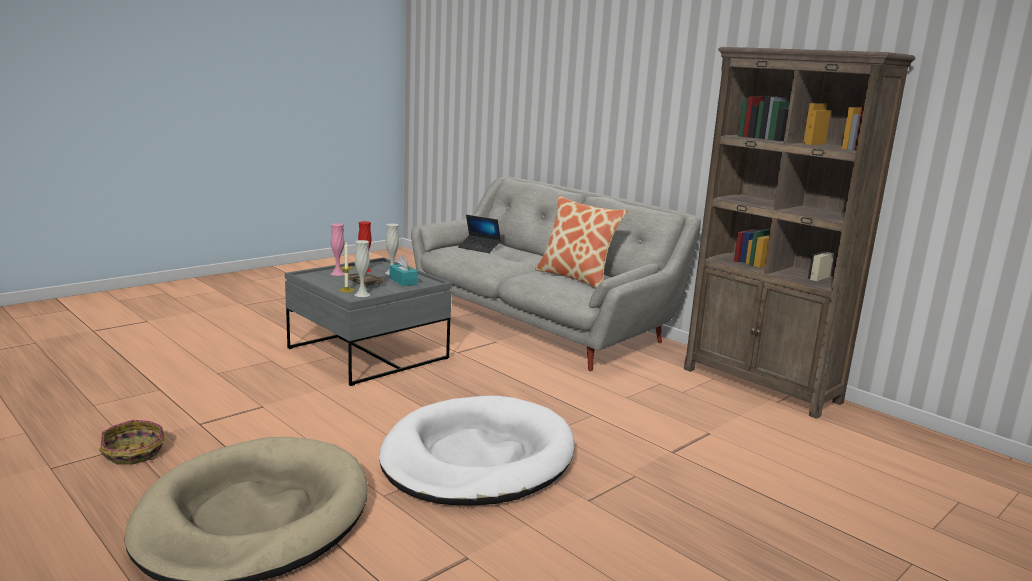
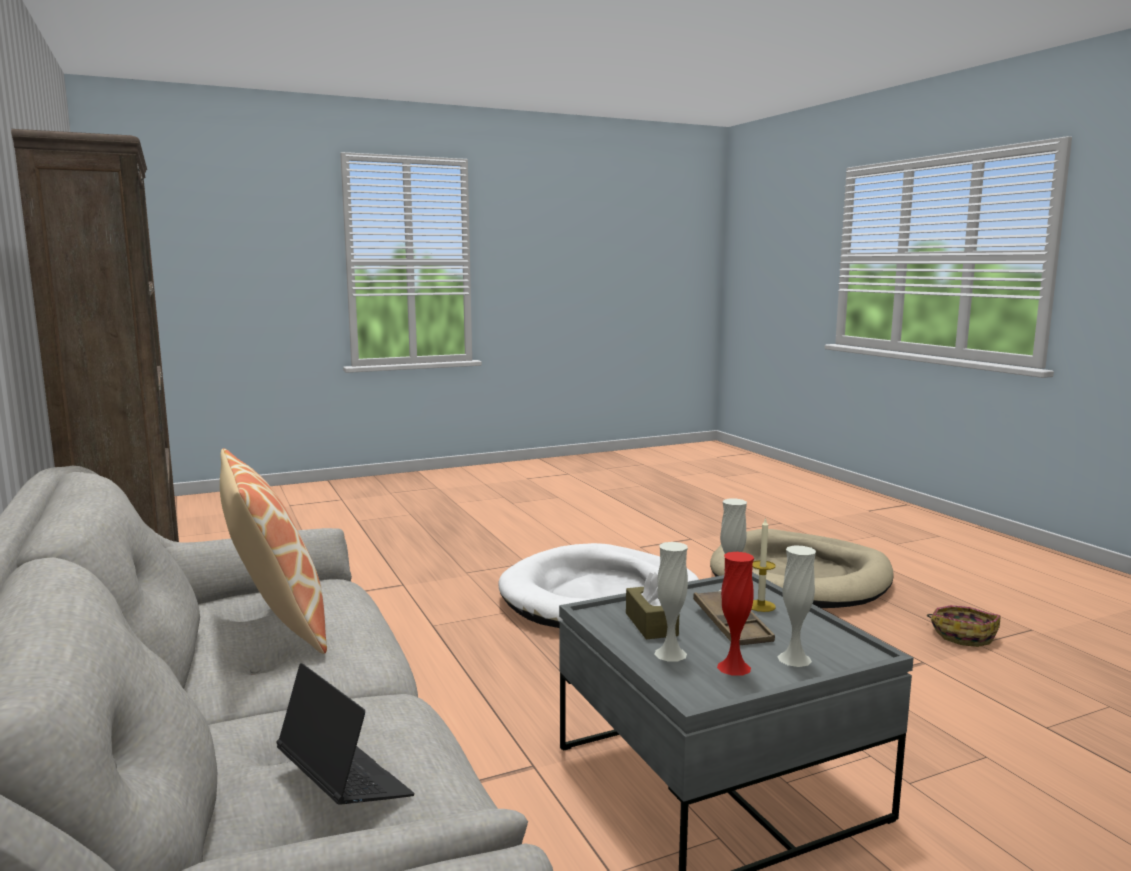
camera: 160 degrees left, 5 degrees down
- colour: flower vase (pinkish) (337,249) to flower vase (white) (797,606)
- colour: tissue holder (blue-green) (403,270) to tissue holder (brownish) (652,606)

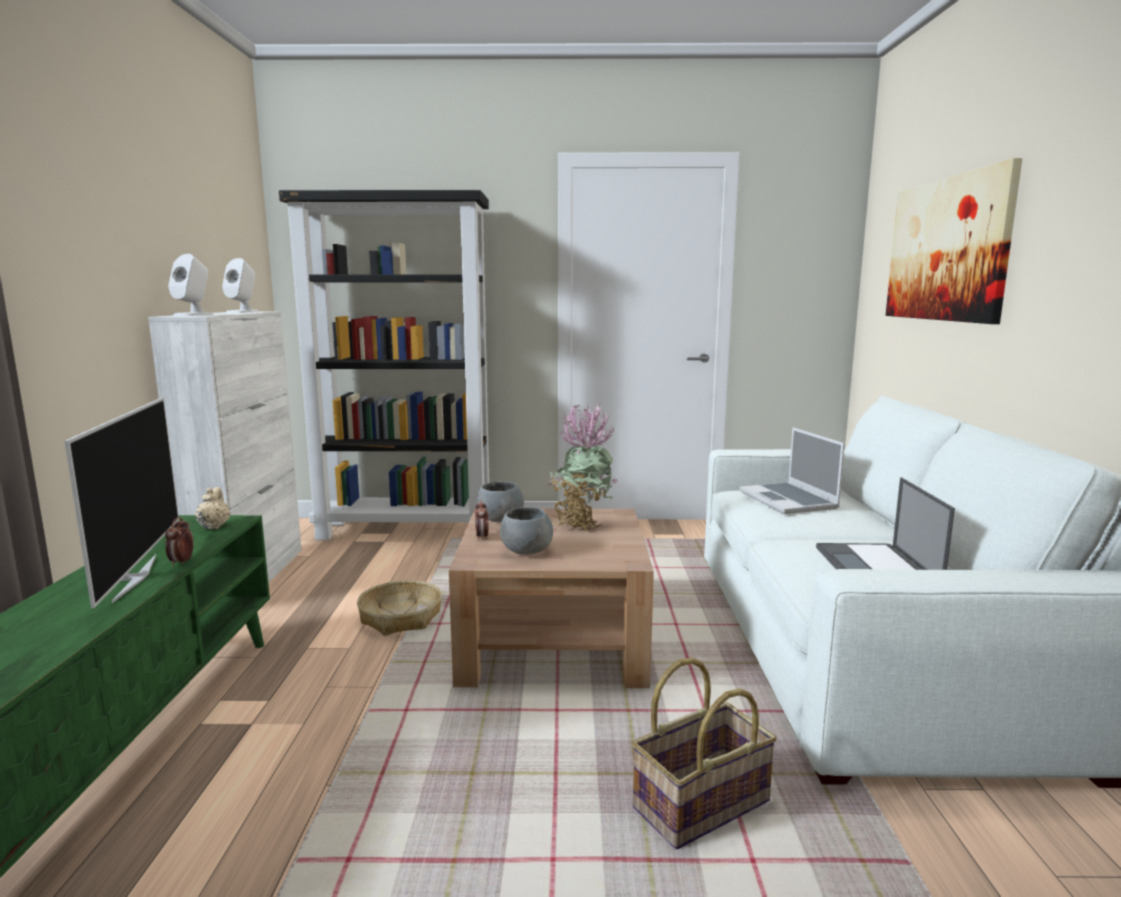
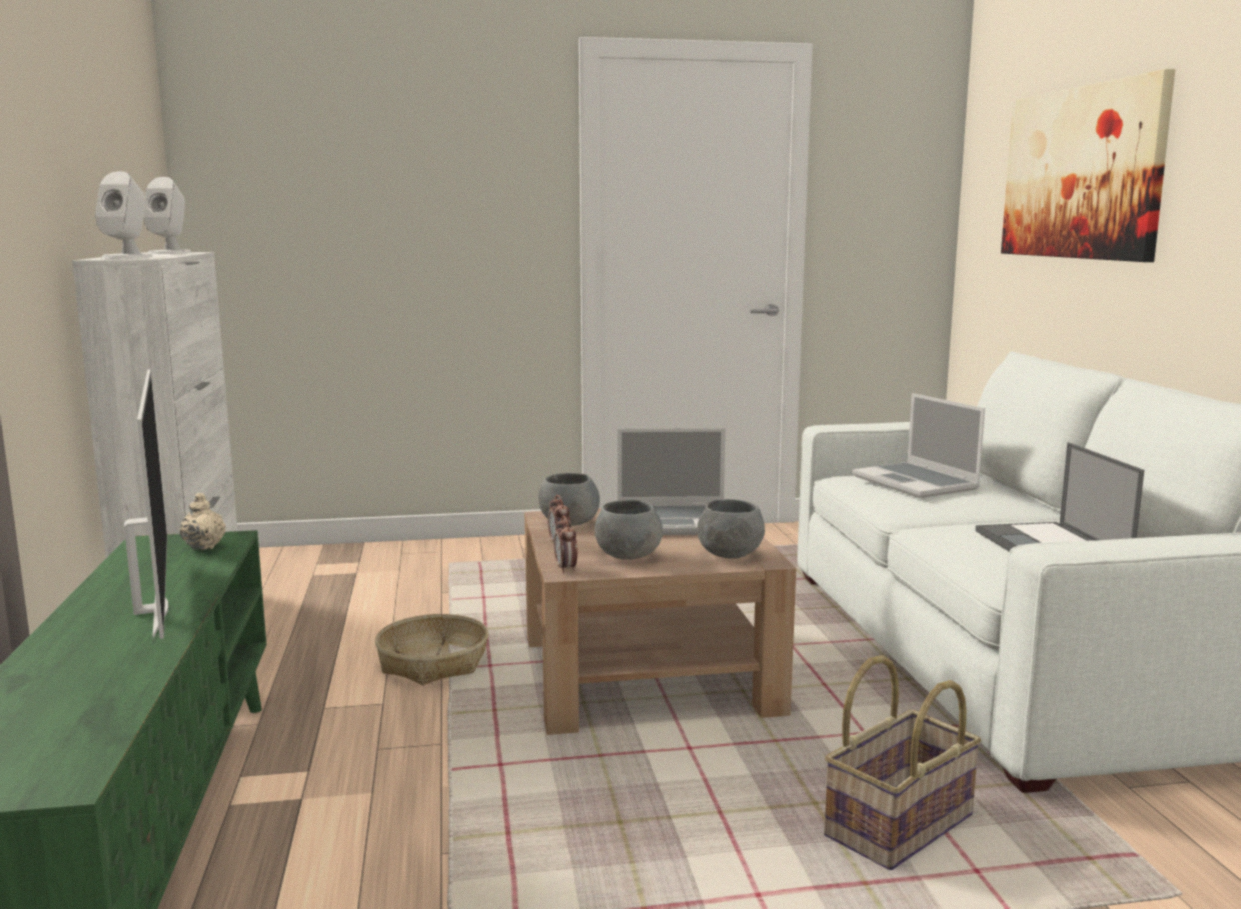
camera: 10 degrees left, 0 degrees up
- relocated: bedside clock (179,542) to (566,544)
- missing: bookshelf (black-coloured) (384,365)
- exchanged: potted plant (583,467) to notebook computer (671,481)
- appeared: serving bowl (greyish) (731,528)

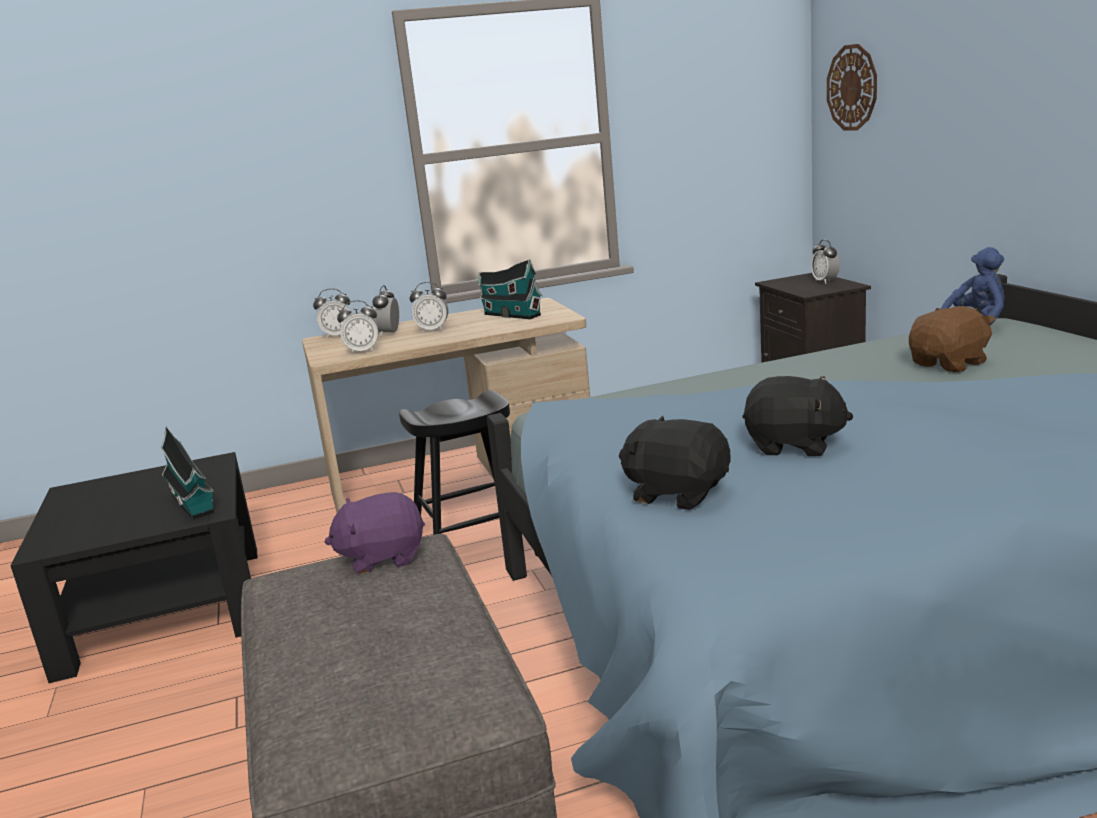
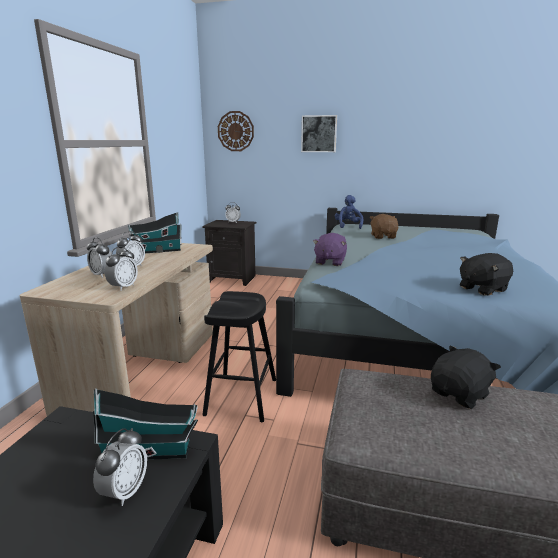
camera: 60 degrees left, 0 degrees up
- relocated: bedside clock (332,313) to (120,467)
- relocated: cuddly toy (purple-coloured) (375,533) to (330,249)
- relocated: cuddly toy (black-coloured) (797,416) to (466,377)
- appeared: picture (319,133)

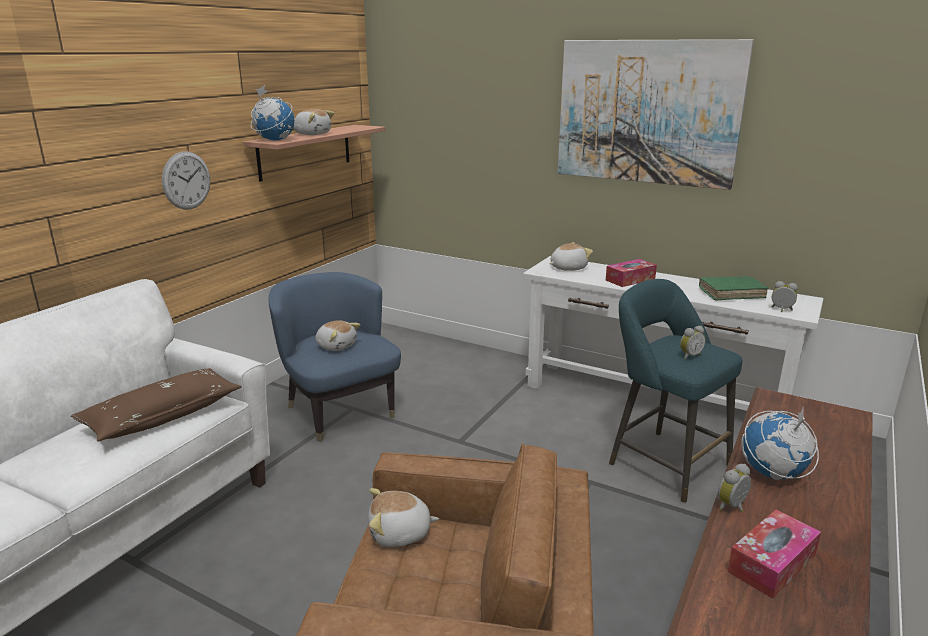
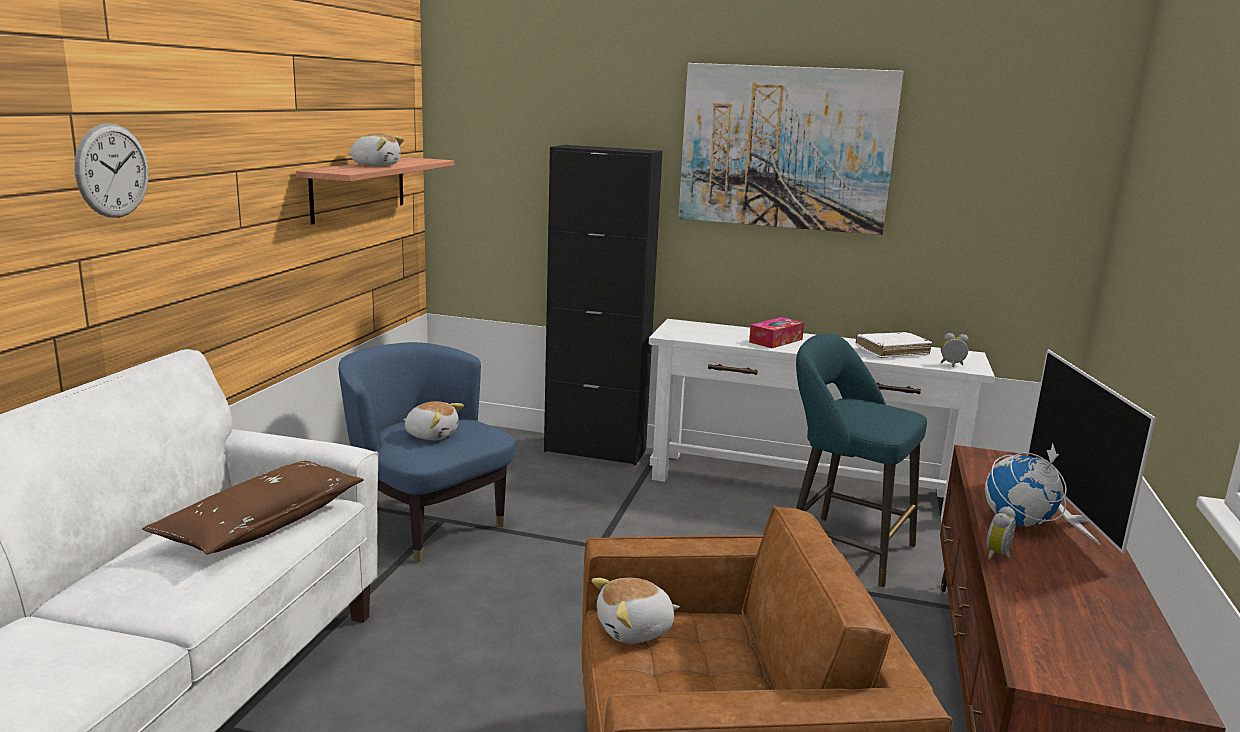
camera: 15 degrees left, 5 degrees down
- relocated: clock on the wall (186,181) to (111,170)
- missing: globe (272,113)
- missing: cuddly toy (571,256)
- missing: bedside clock (693,342)
- colour: book (green-coloured) (733,288) to book (white) (893,345)
- missing: tissue holder (774,554)
- appeared: storage cabinet (black-coloured) (603,305)
- appeared: TV set (1091,451)

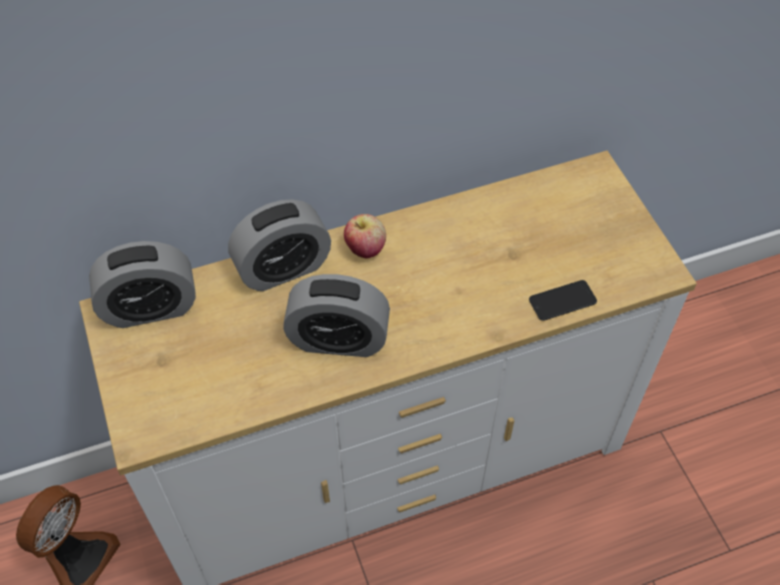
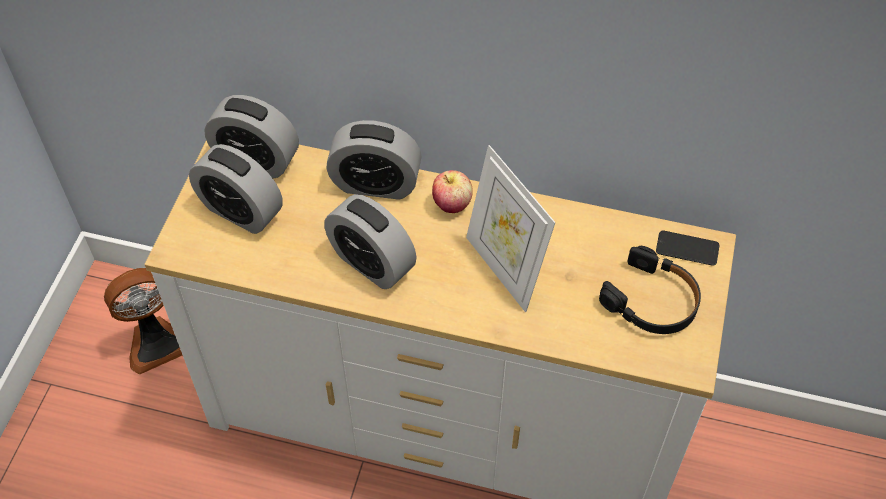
camera: 35 degrees right, 0 degrees up
- relocated: handset (563,300) to (687,248)
- appeared: bedside clock (236,189)
- appeared: picture frame (511,228)
- appeared: headset (black-coloured) (650,290)

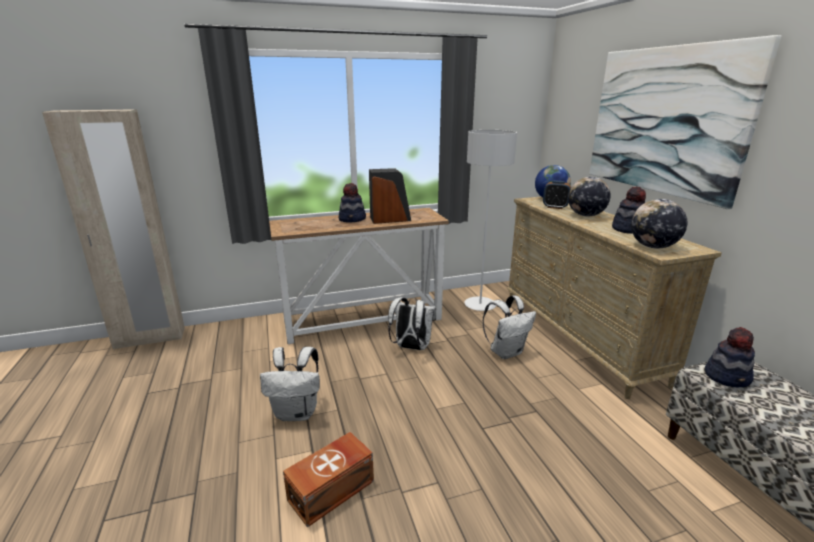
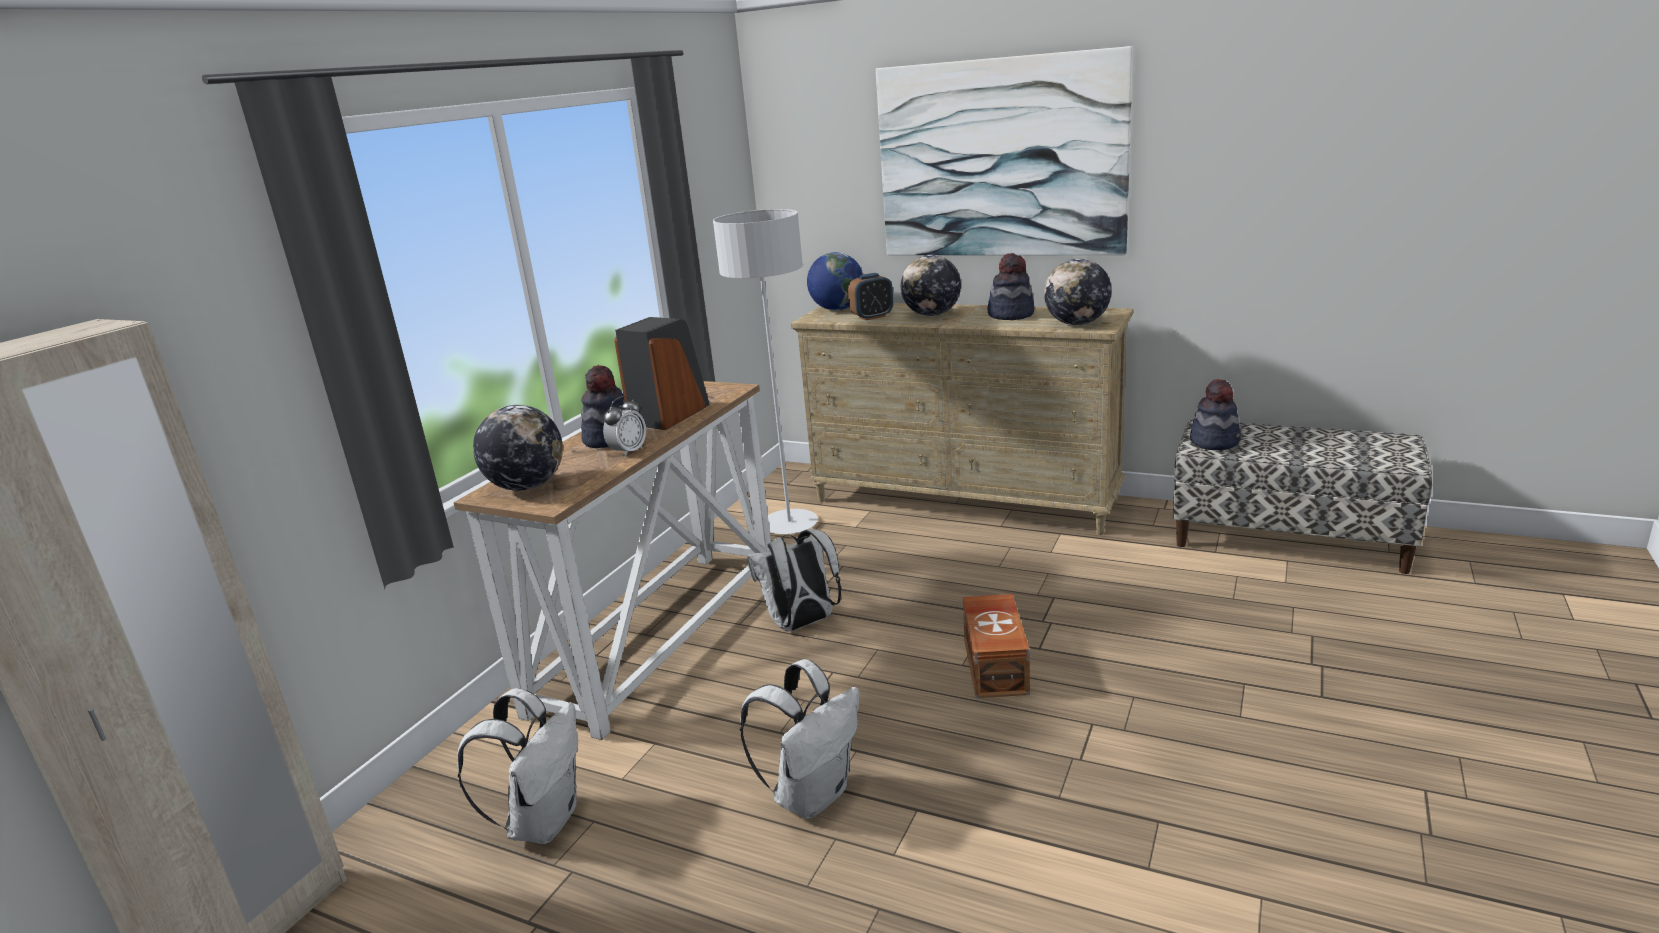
camera: 45 degrees left, 0 degrees up
- relocated: storage bin (brownish) (328,480) to (996,646)
- relocated: rucksack (white) (509,327) to (517,766)
- appeared: globe (518,448)
- appeared: bedside clock (624,426)

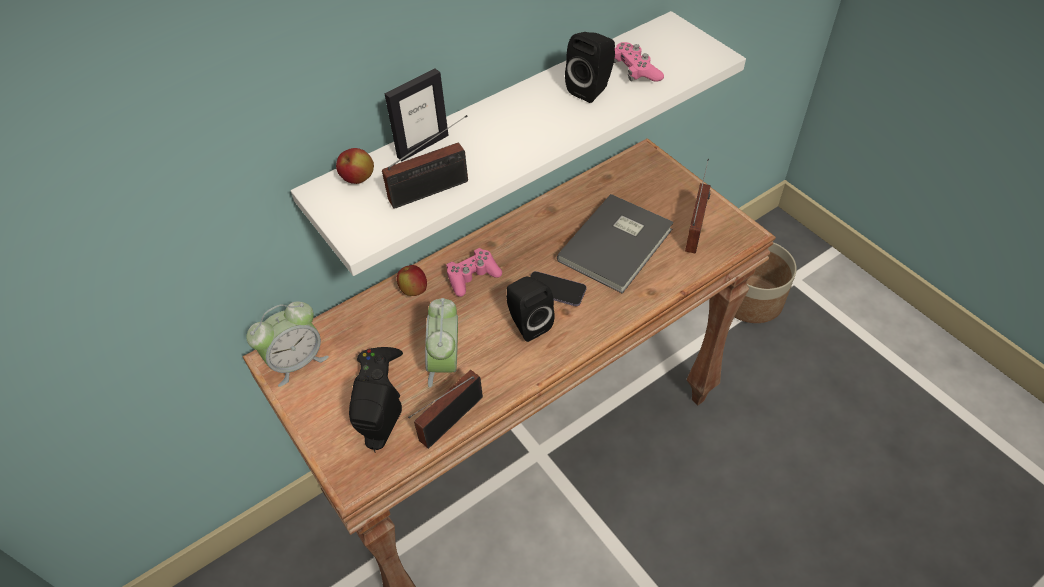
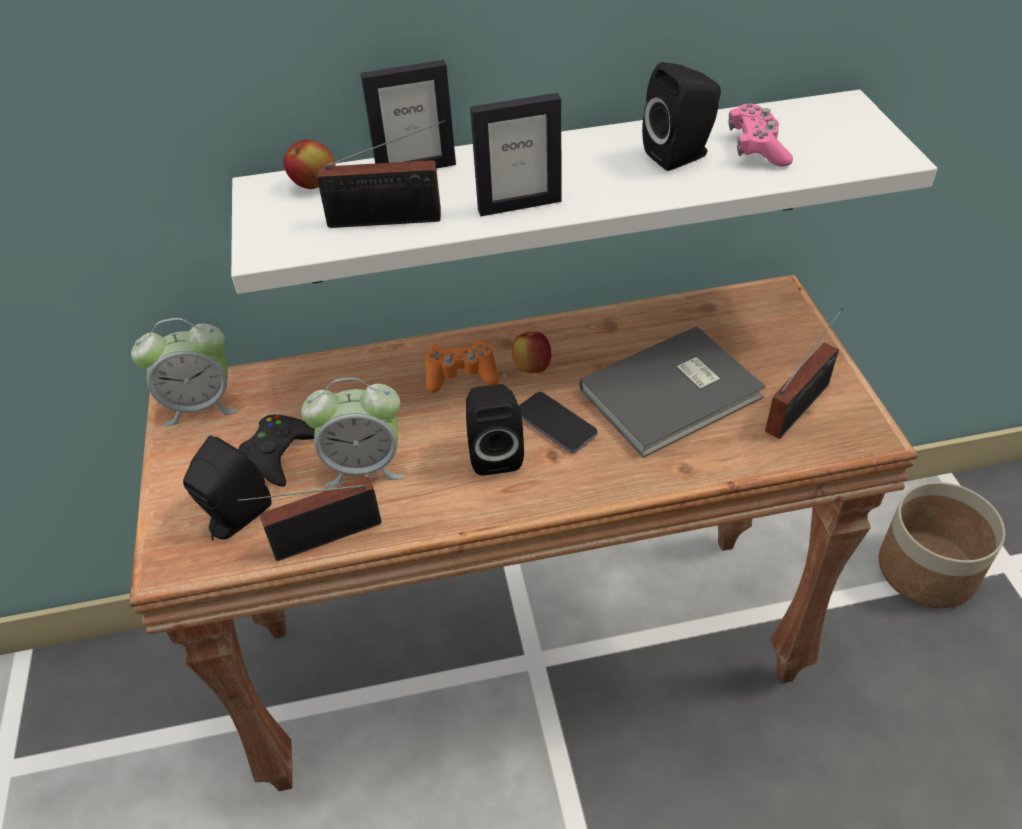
camera: 25 degrees right, 5 degrees down
- relocated: apple (412,280) to (531,352)
- spun: bedside clock (441,343) = (352,432) 120 degrees counterclockwise
- colour: gamepad (pinkish) (474,272) to gamepad (orange-coloured) (462,366)
- appeared: picture frame (516,154)

